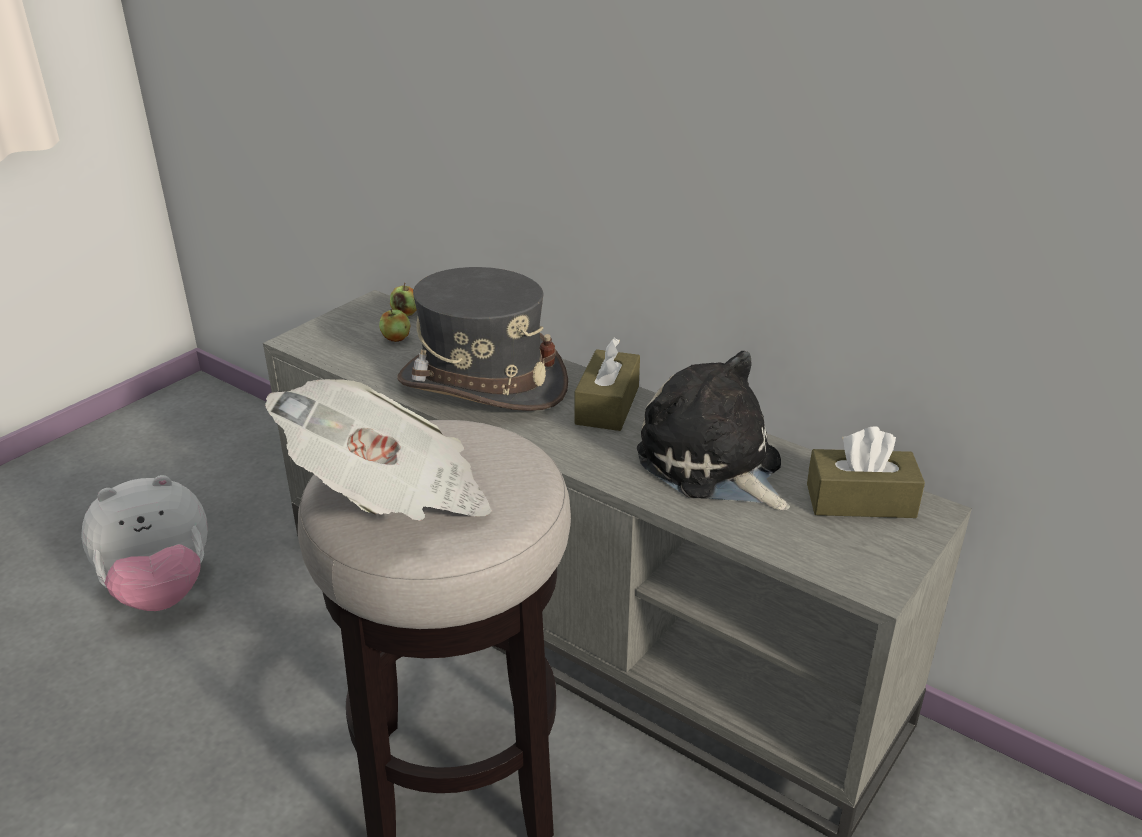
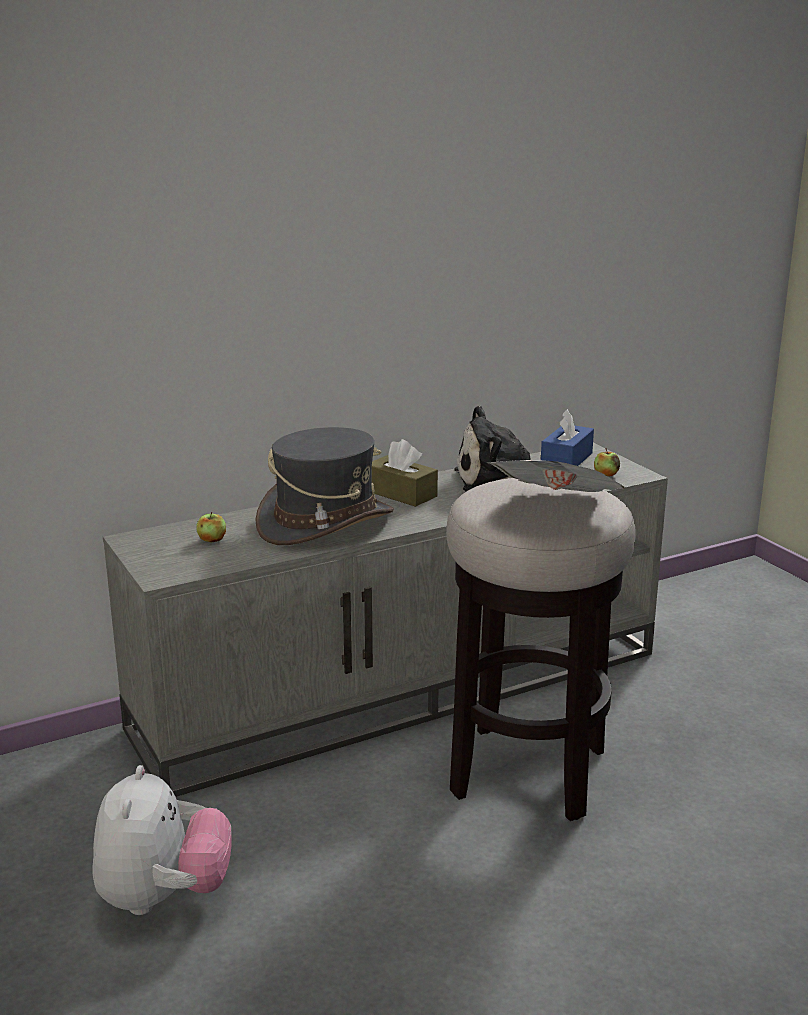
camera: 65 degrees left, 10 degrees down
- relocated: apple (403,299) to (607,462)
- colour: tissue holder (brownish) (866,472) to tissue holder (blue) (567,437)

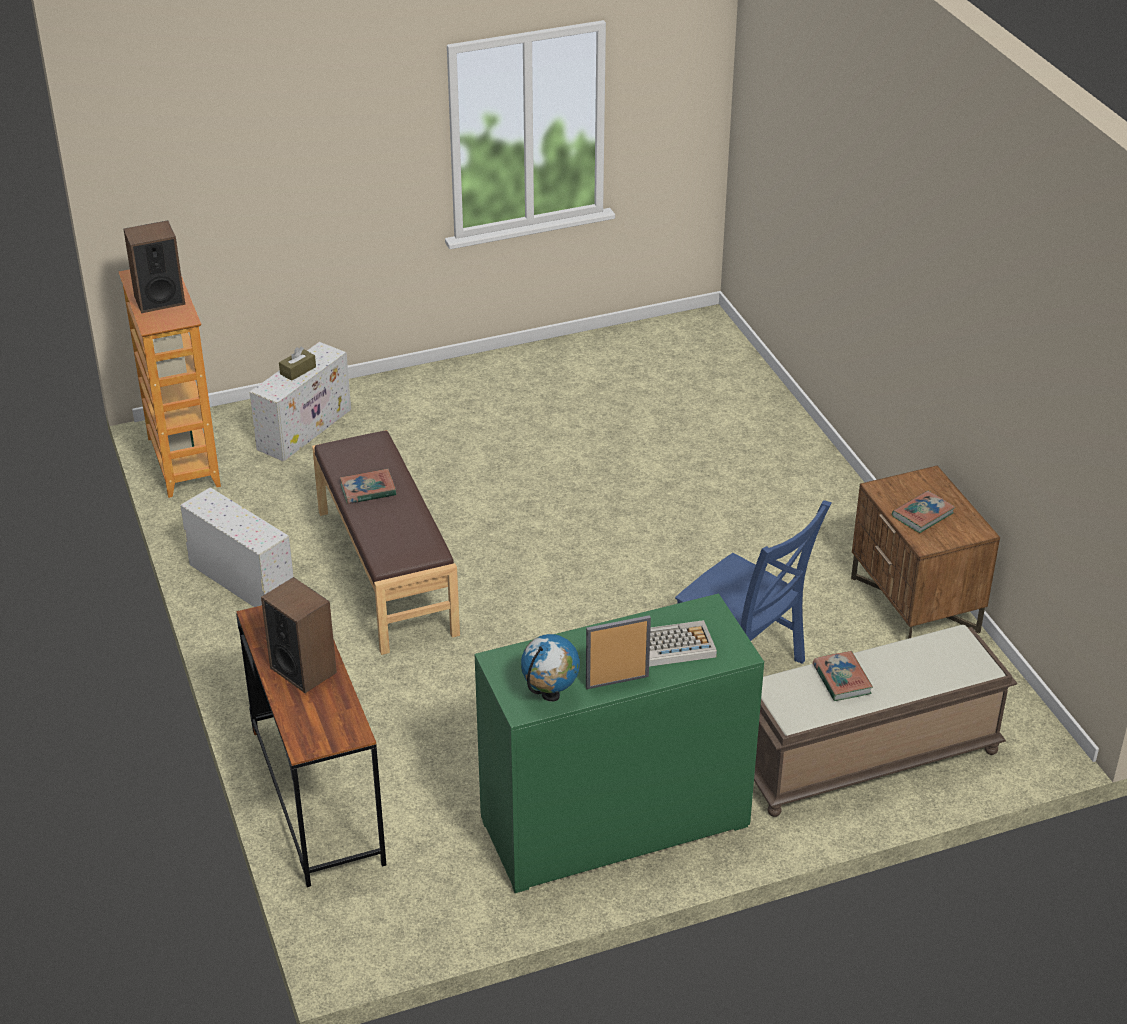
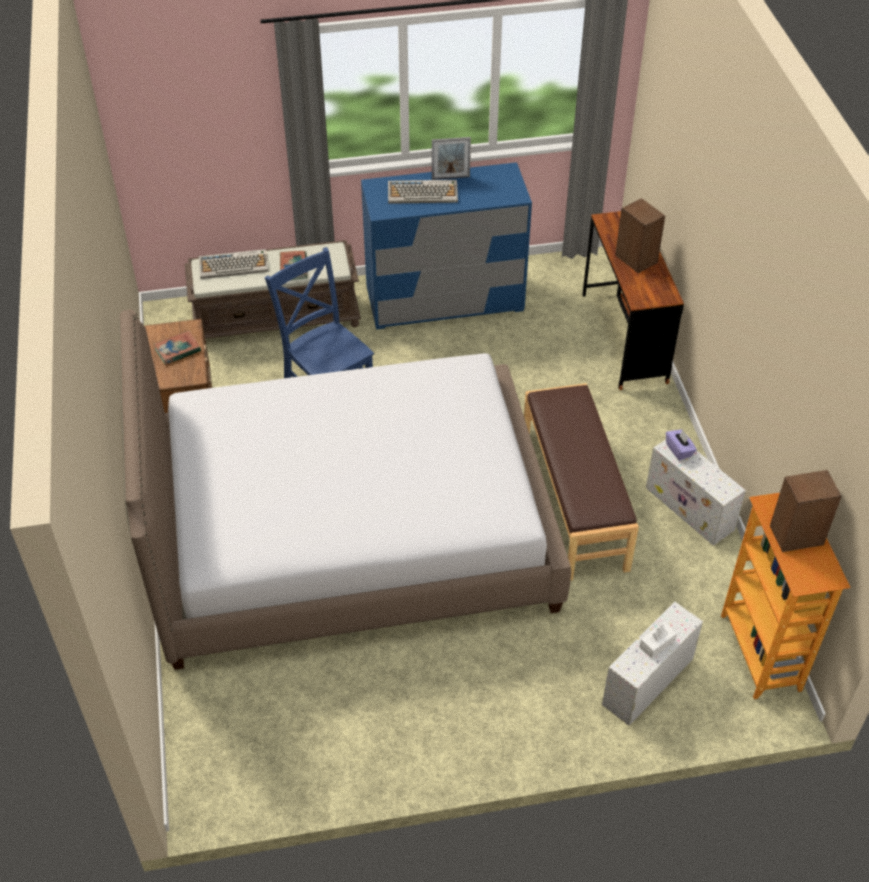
camera: 170 degrees left, 10 degrees up
- colour: tissue holder (brownish) (297,364) to tissue holder (white) (658,640)
- missing: book (368,486)
- colour: drawer chest (green-coloured) (619,743) to drawer chest (blue) (446,246)
- missing: globe (550,668)
- appeared: bedroom bed (345,489)
- appeared: PC keyboard (234,264)
- appeared: tissue holder (purple-coloured) (681,445)

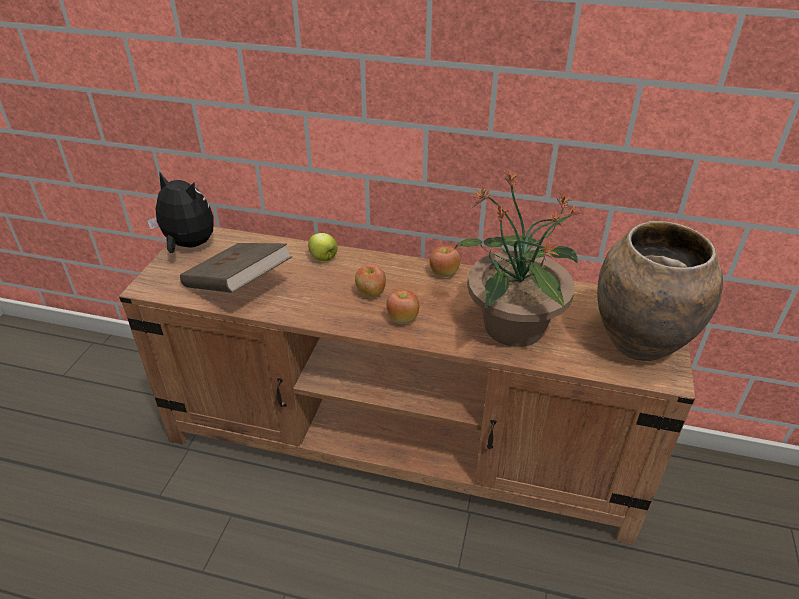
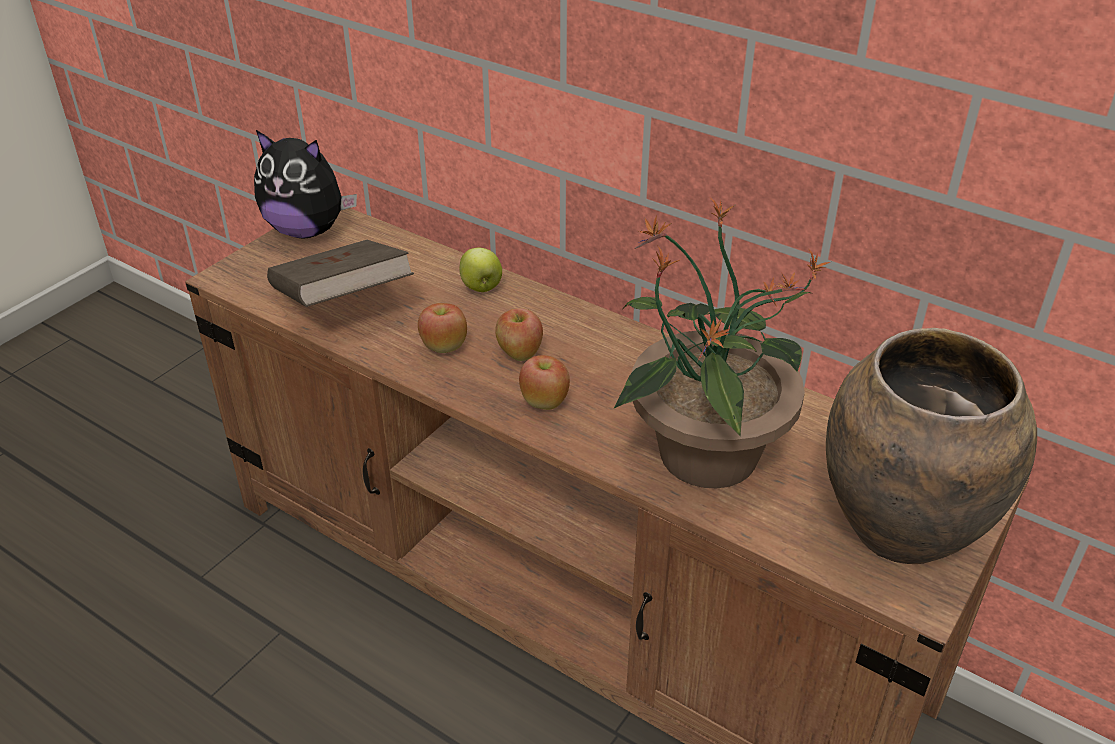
camera: 20 degrees right, 0 degrees up
- spun: cuddly toy (180,212) = (305,184) 150 degrees clockwise
- relocated: apple (444,261) to (442,328)

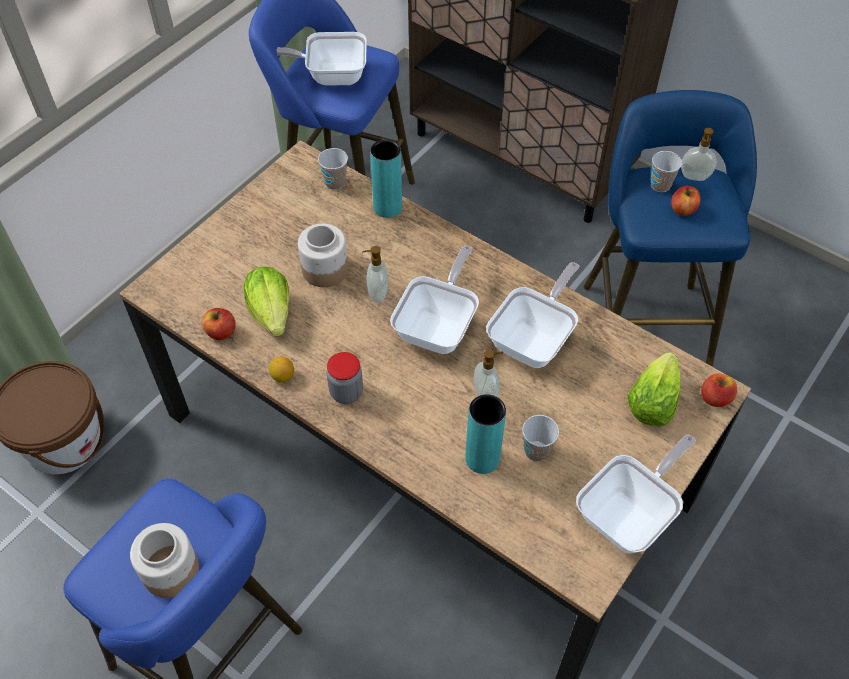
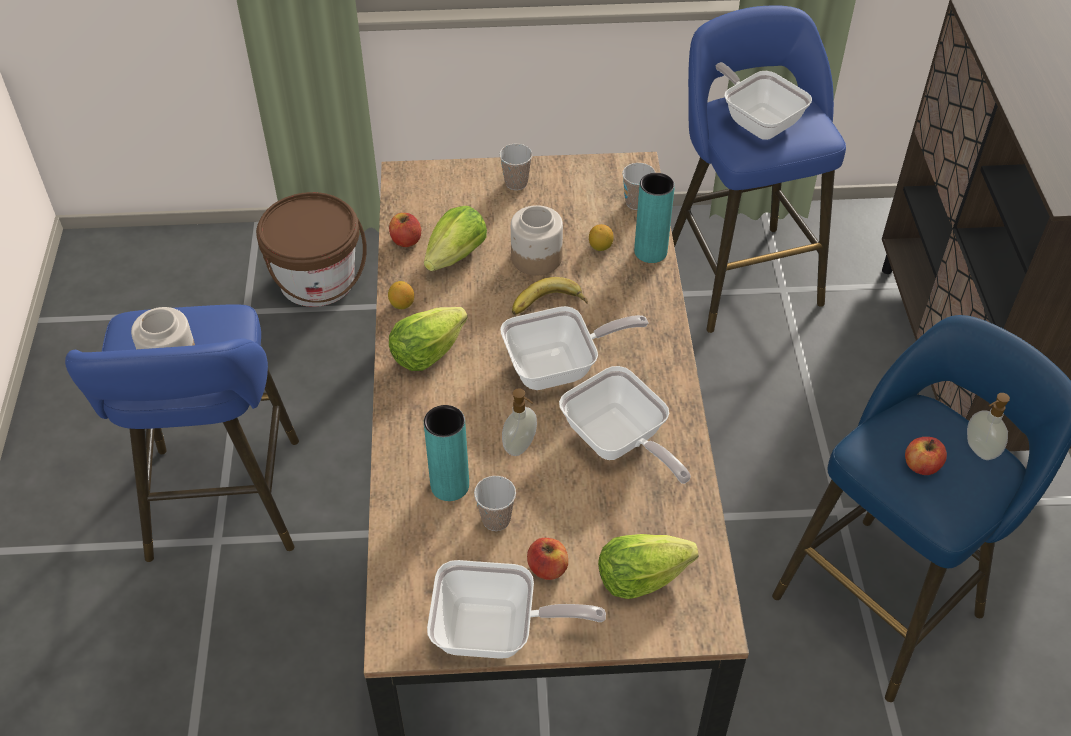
camera: 50 degrees right, 5 degrees down
- exchanged: preserve jar (345,378) to lettuce head (428,339)
- exchanged: soap bottle (375,274) to banana (550,296)
- spun: frying pan (532,315) = (625,425) 60 degrees clockwise
- relocated: cup (666,171) to (516,167)
- relocated: apple (719,390) to (547,559)
- appeared: whole lemon (601,237)

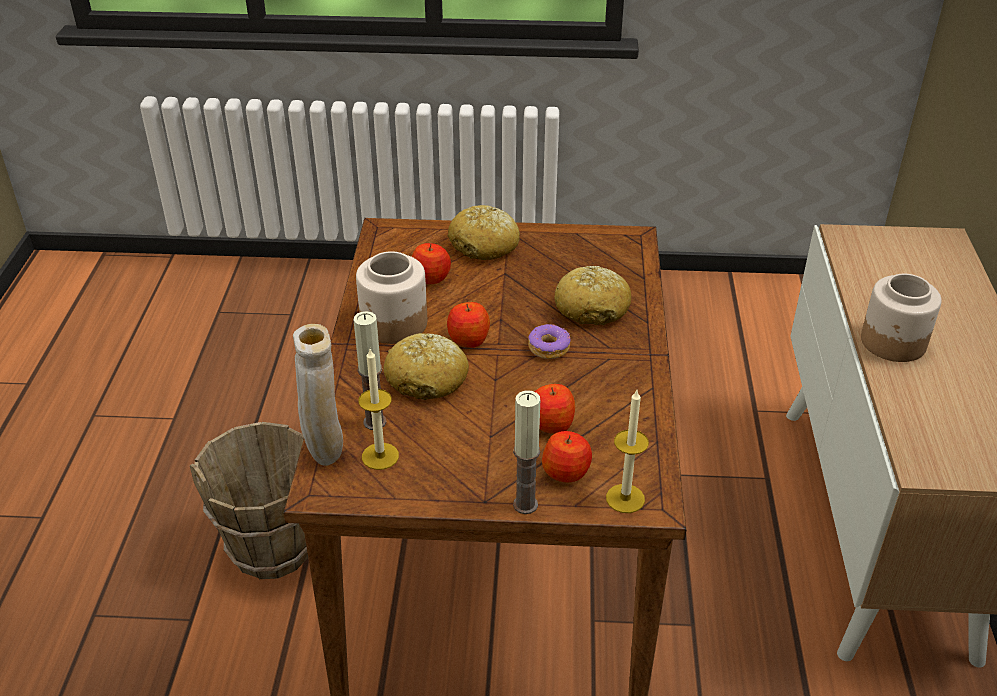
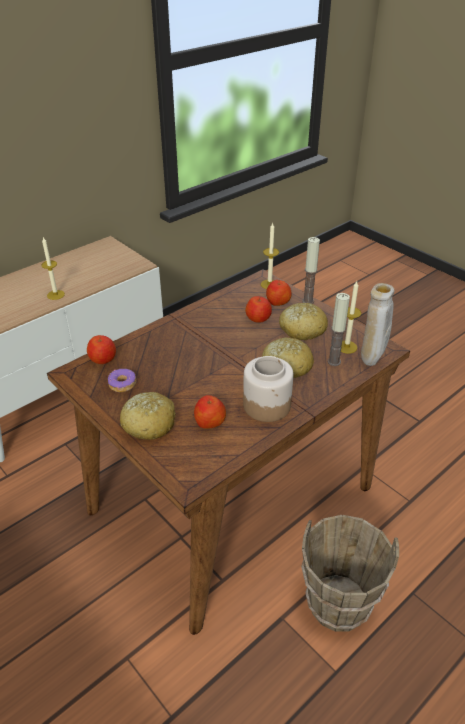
camera: 135 degrees left, 0 degrees up
- relocated: apple (468,325) to (101,349)
- relocated: ring doughnut (549,341) to (122,380)
- relocated: bread (593,295) to (303,321)
- exchanged: preserve jar (901,318) to wax light (53,268)

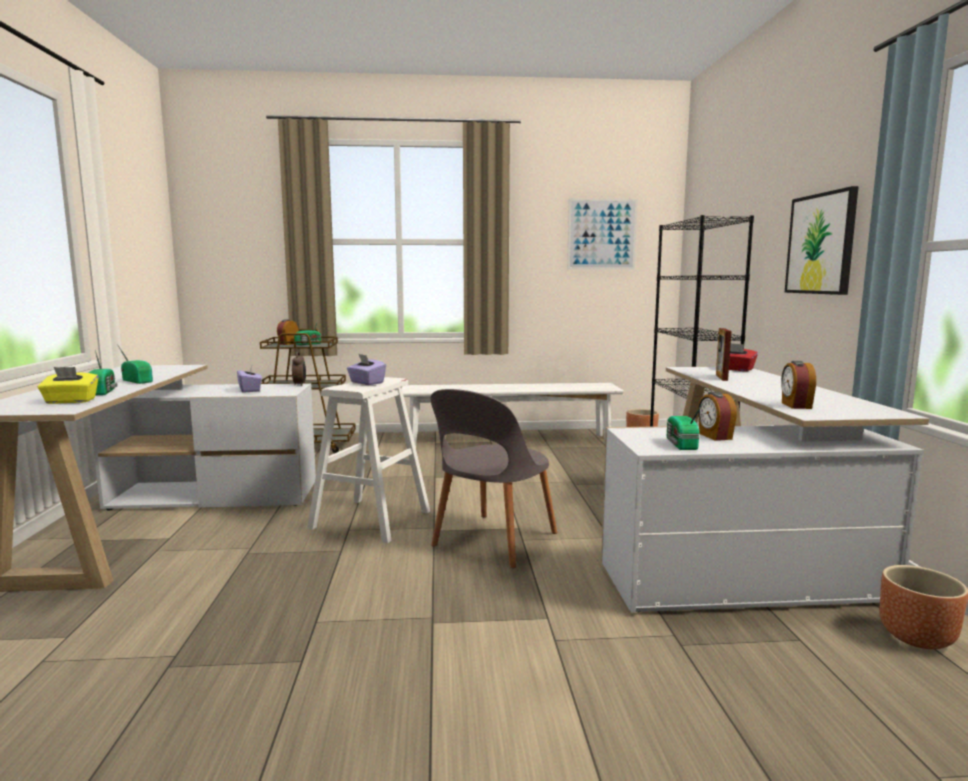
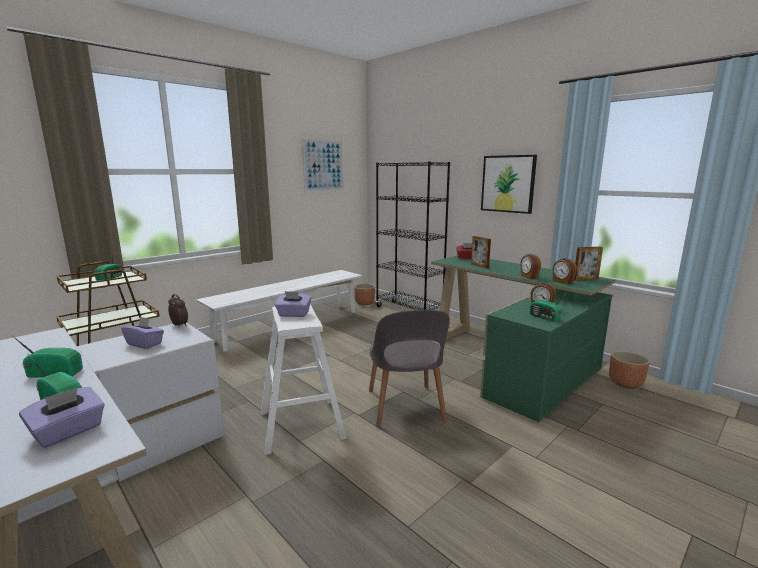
camera: 40 degrees left, 5 degrees up
- colour: tissue holder (yellowish) (68,385) to tissue holder (purple-coloured) (62,417)
- relocated: bedside clock (287,332) to (530,266)
- colour: desk table (white) (765,490) to desk table (green-coloured) (523,339)
- appeared: picture frame (588,264)

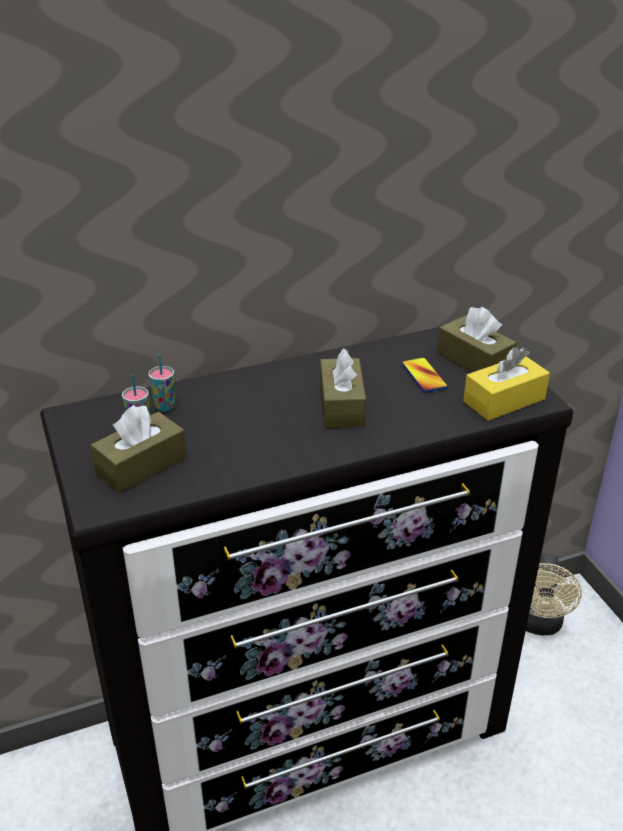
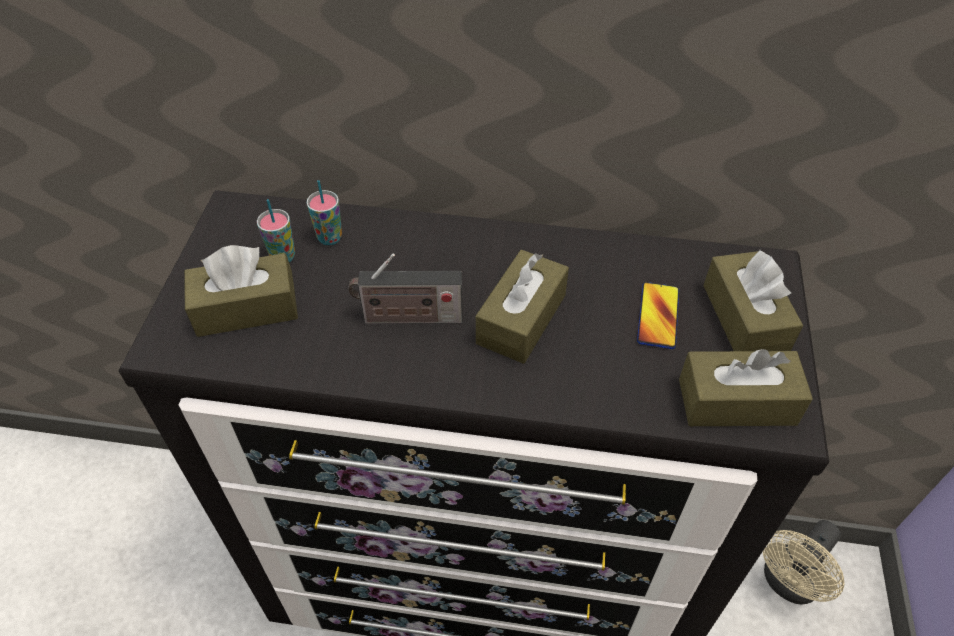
camera: 30 degrees right, 15 degrees up
- colour: tissue holder (yellowish) (506,384) to tissue holder (brownish) (746,387)
- appeared: radio receiver (405,288)

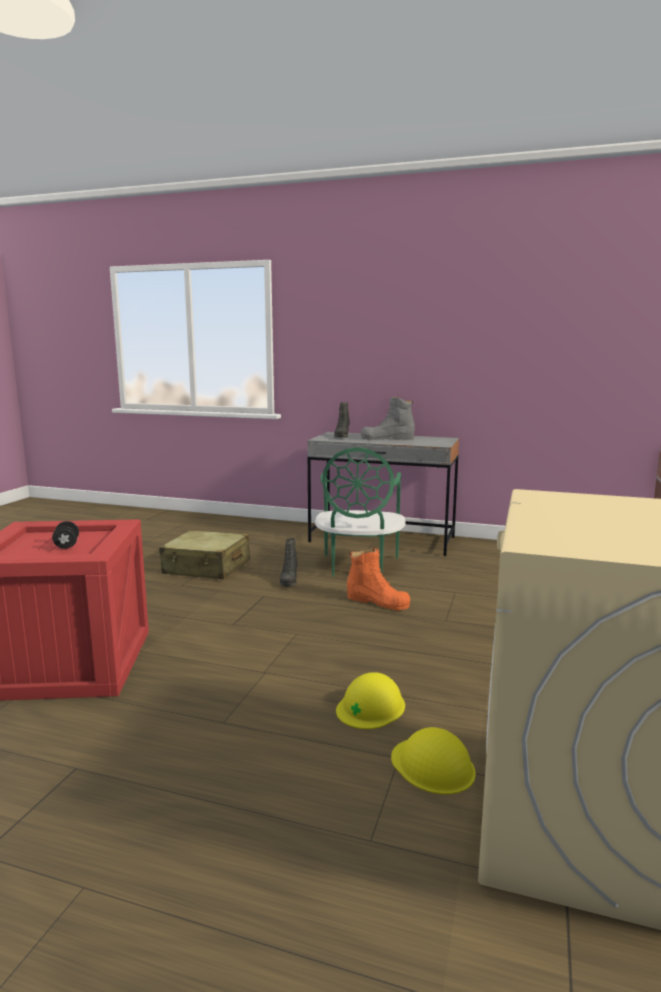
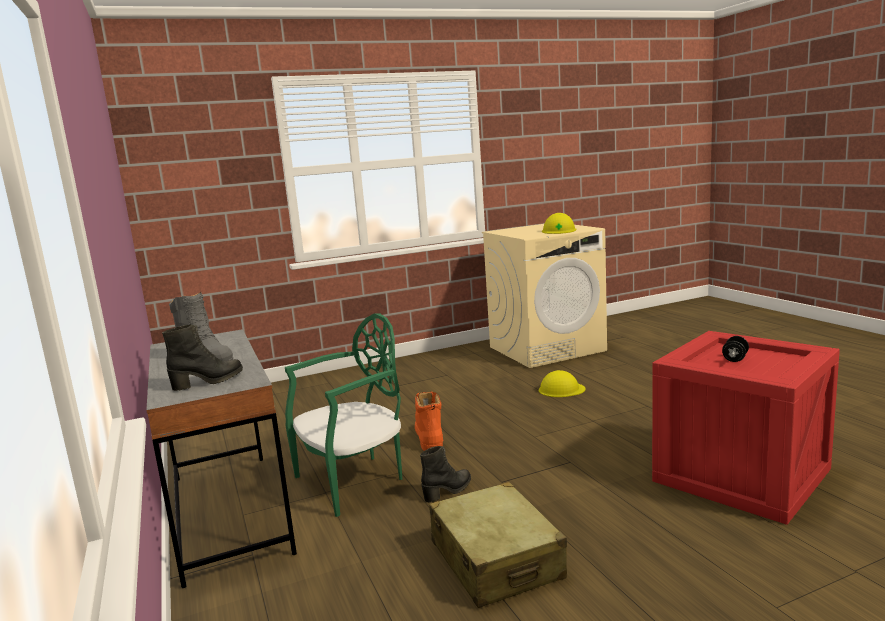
camera: 130 degrees left, 0 degrees up
- relocated: hard hat (yellowish) (433,760) to (559,223)

